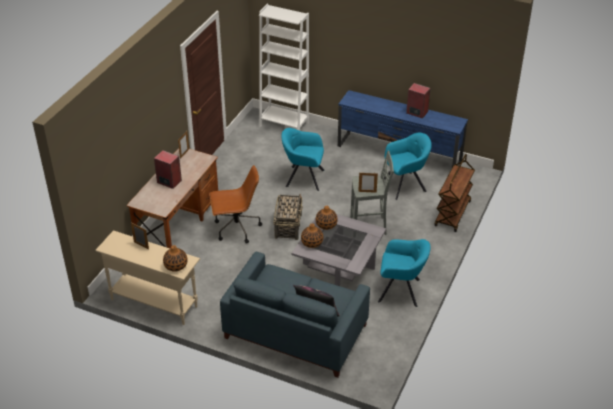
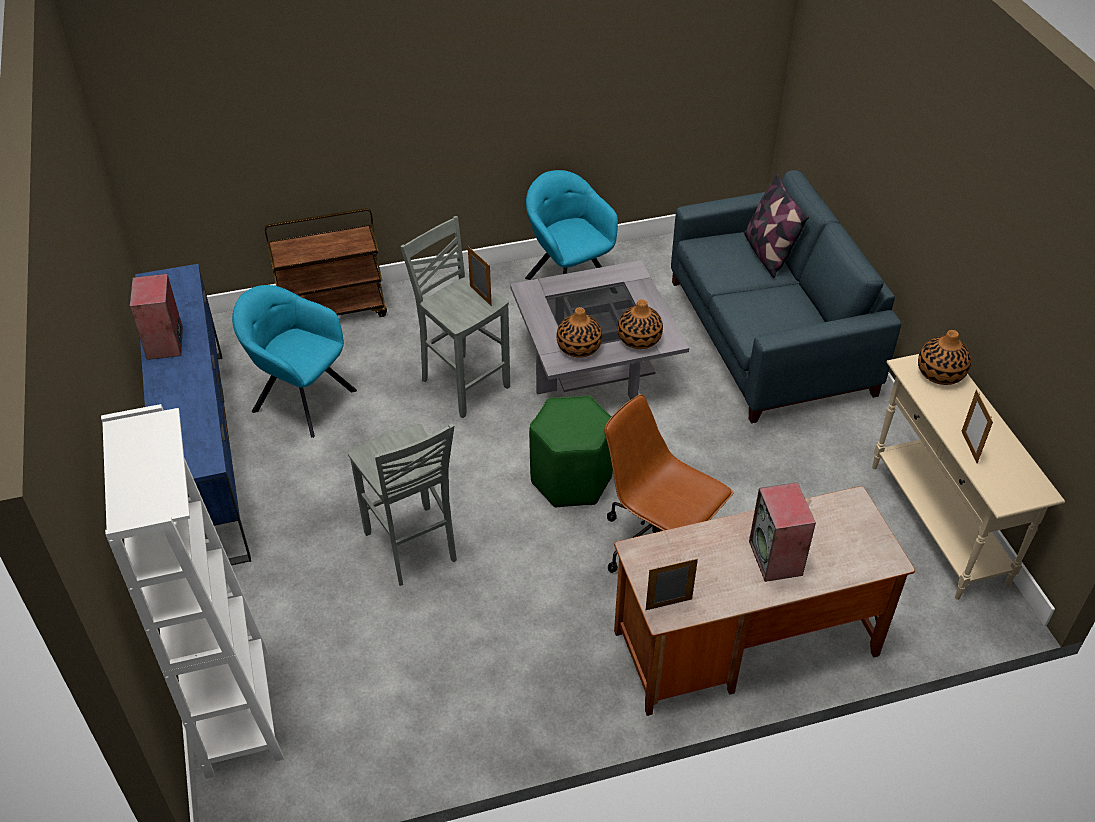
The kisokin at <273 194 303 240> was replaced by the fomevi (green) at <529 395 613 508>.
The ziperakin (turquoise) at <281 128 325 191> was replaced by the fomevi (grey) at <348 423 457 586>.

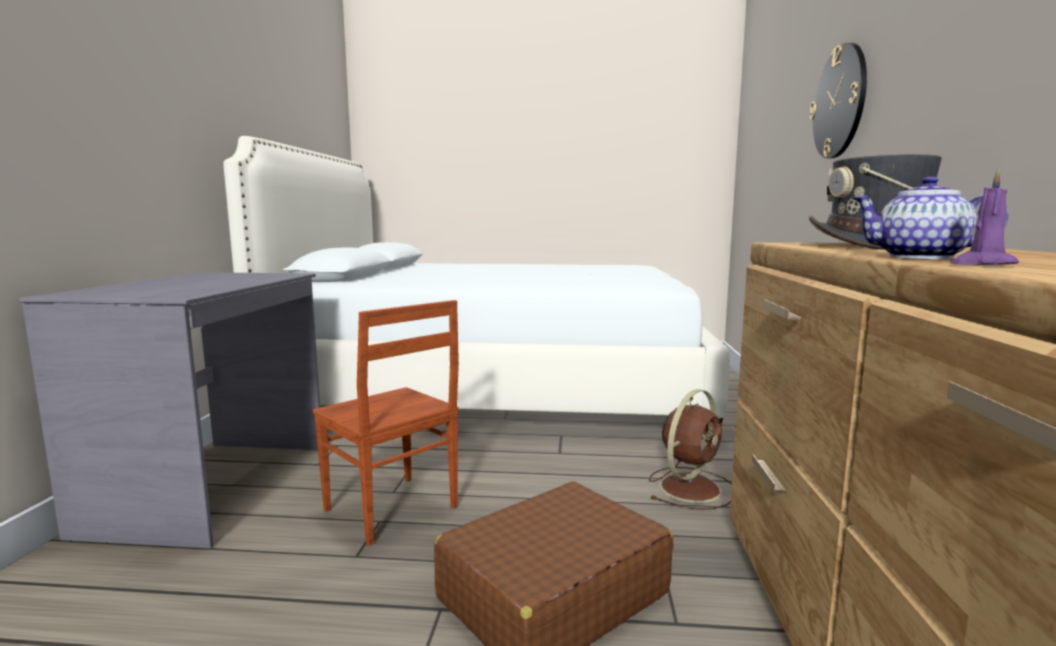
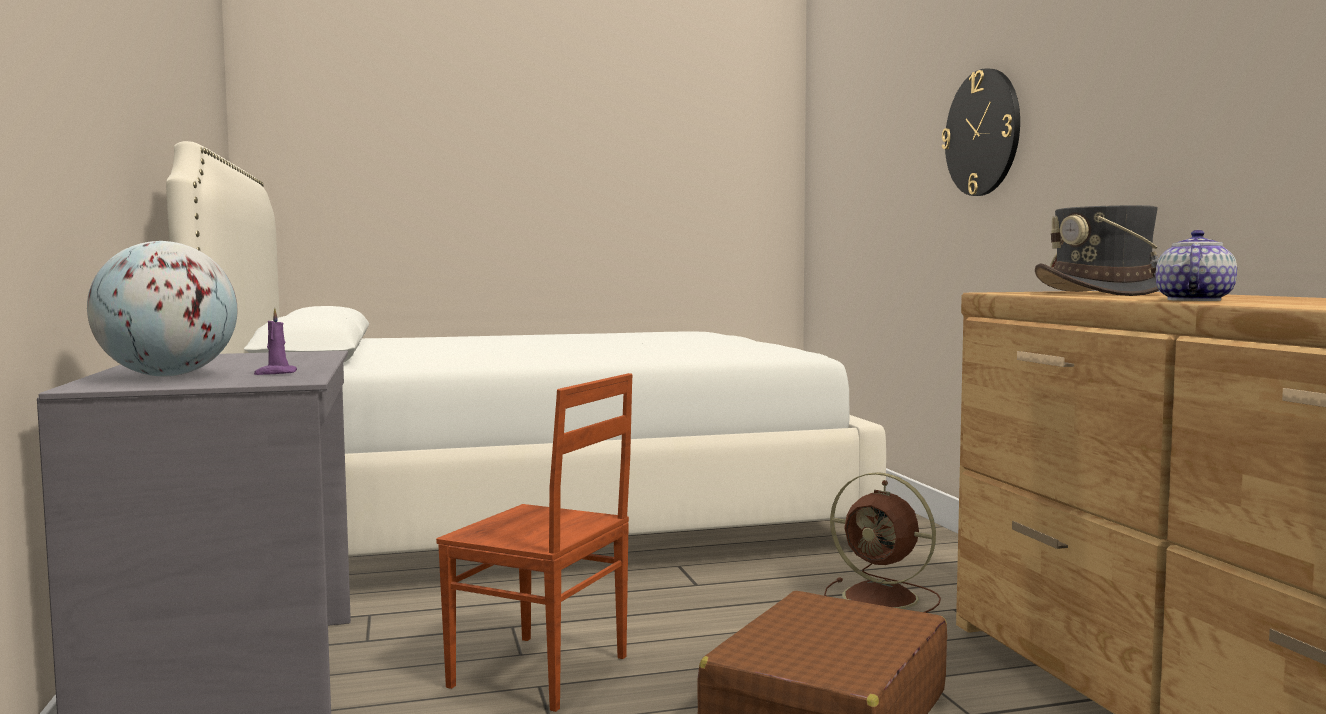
The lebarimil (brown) at <649 389 732 510> turned 105 degrees clockwise.
The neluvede at <851 176 1008 259> turned 120 degrees clockwise.
The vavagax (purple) moved from <950 169 1019 265> to <254 308 297 375>.
The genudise at <87 241 237 376> appeared.

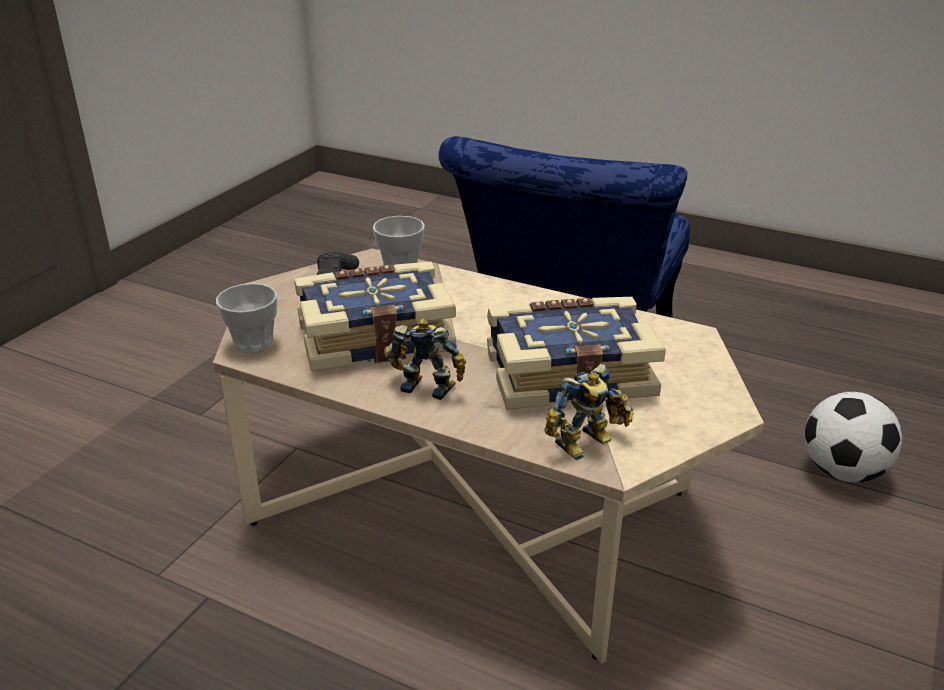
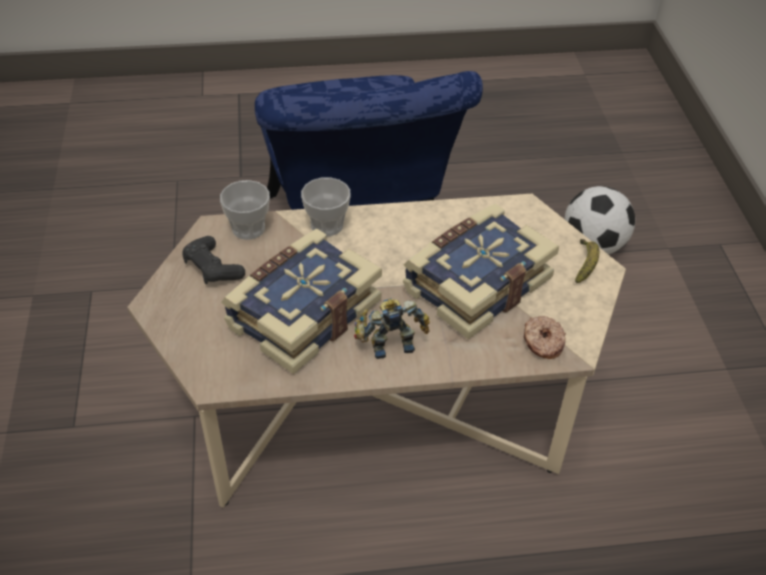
The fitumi moved from <216 283 277 353> to <301 177 351 236>.
The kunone at <544 364 634 460> was replaced by the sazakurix at <523 316 566 359>.
The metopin at <575 239 599 283> appeared.

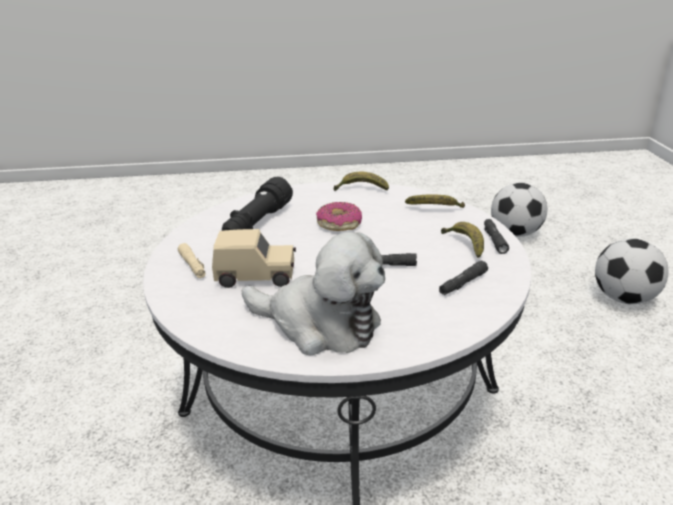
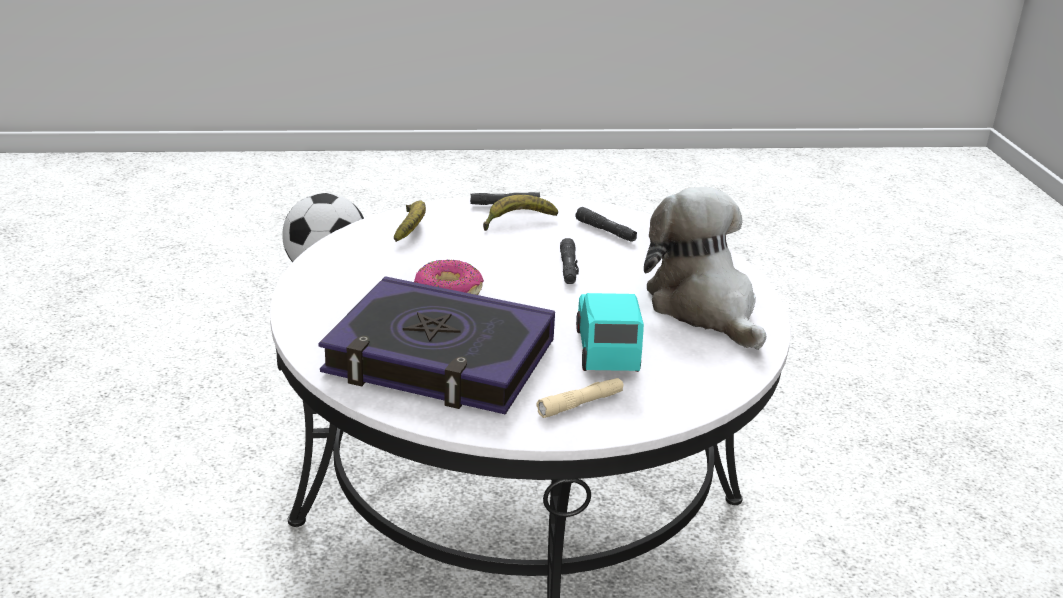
The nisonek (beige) at <212 229 296 288> became the nisonek (turquoise) at <576 293 644 372>.
The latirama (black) at <222 177 293 231> was replaced by the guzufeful at <318 276 555 414>.
The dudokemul at <242 232 385 356> turned 45 degrees counterclockwise.
The metopin at <334 172 389 191> disappeared.
The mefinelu at <491 183 547 237> disappeared.

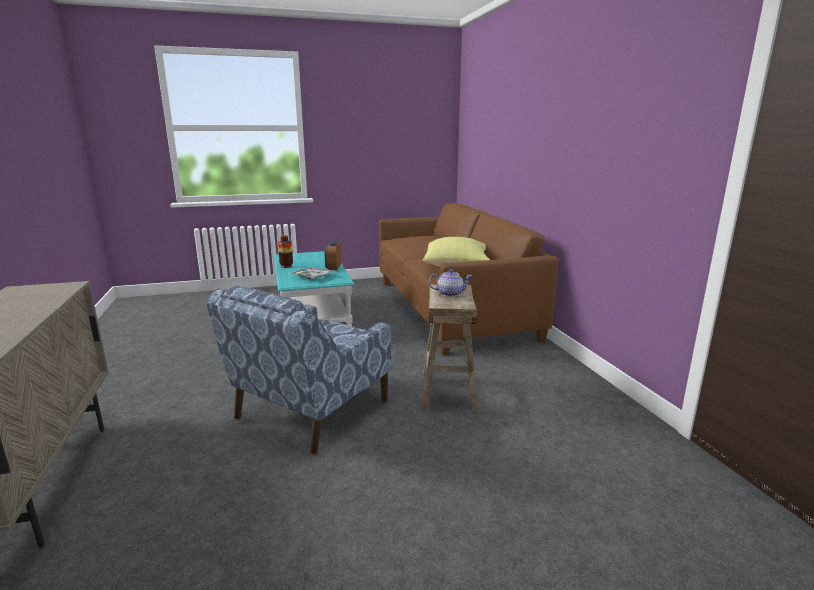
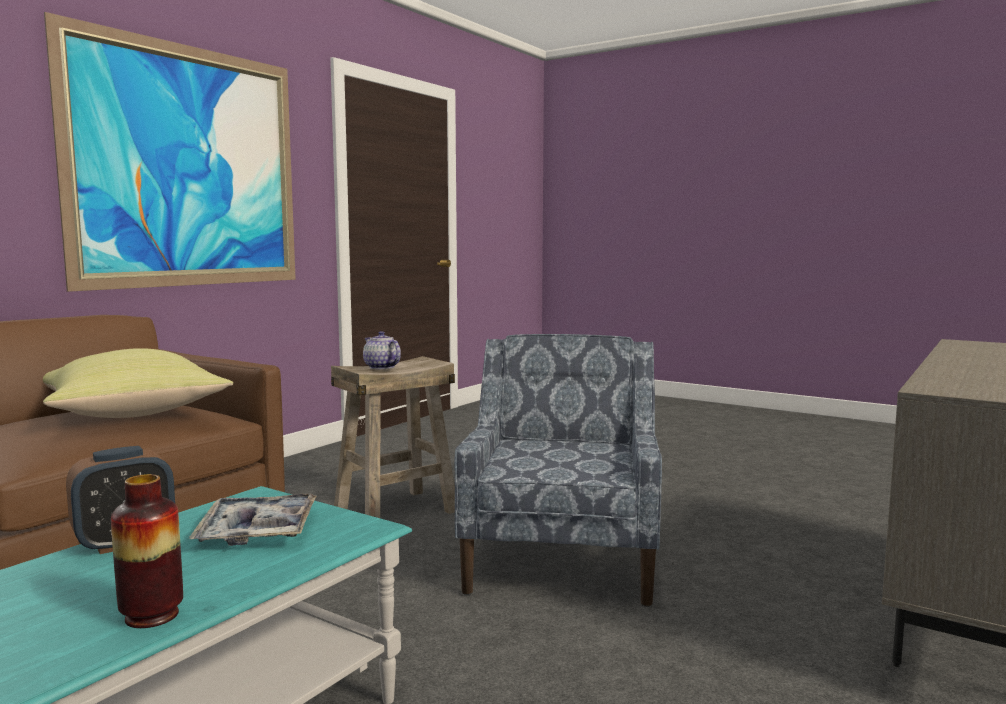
The ziperakin (blue) at <207 285 392 455> turned 75 degrees counterclockwise.
The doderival at <44 12 296 292> appeared.

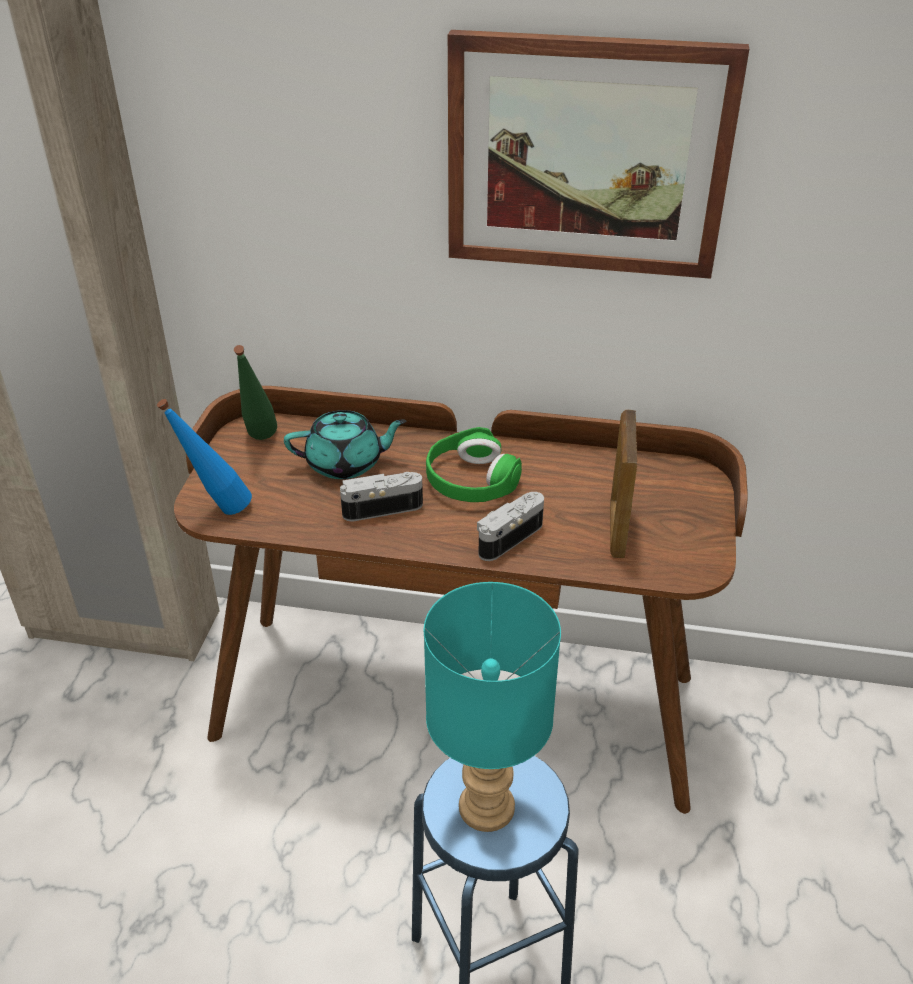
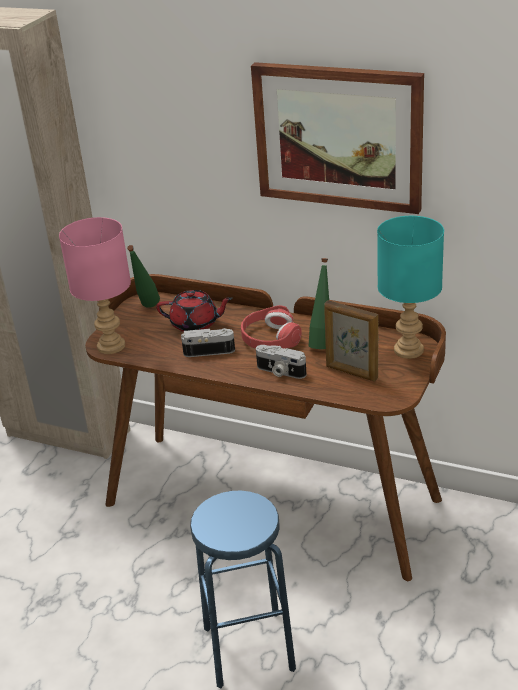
The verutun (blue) at <157 399 252 515> was replaced by the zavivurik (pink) at <59 217 131 354>.
The neluvede (turquoise) at <284 410 407 479> became the neluvede (red) at <156 290 233 332>.
The zavivurik (turquoise) moved from <424 582 561 832> to <377 216 444 359>.
The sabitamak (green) at <426 427 522 502> became the sabitamak (red) at <241 305 302 349>.
The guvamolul at <477 492 544 561> turned 120 degrees counterclockwise.
The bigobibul at <610 410 637 558> turned 75 degrees counterclockwise.
The verutun (green) at <309 258 329 349> appeared.

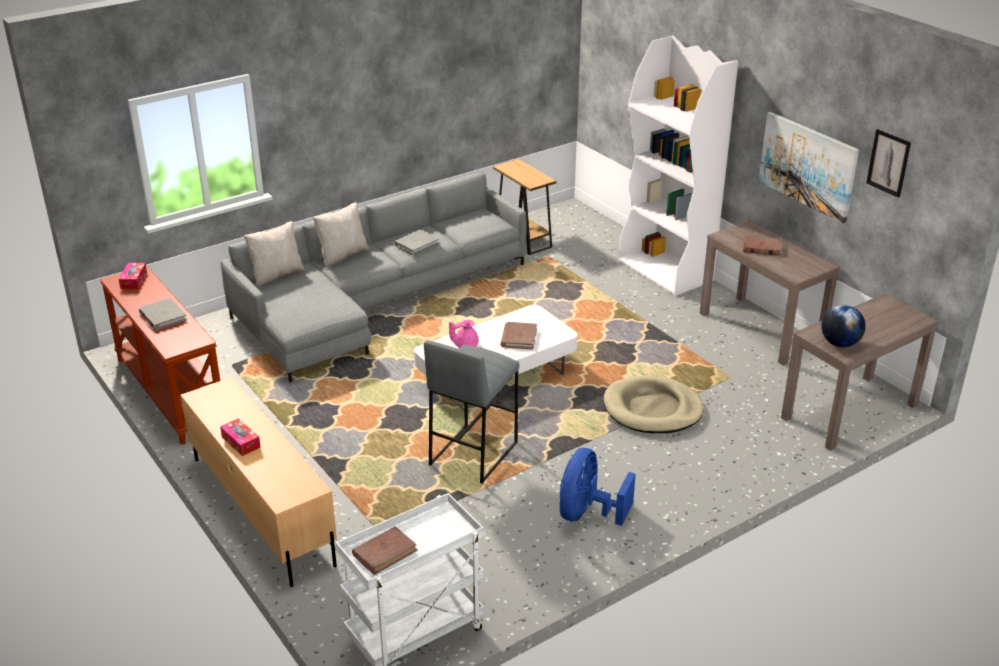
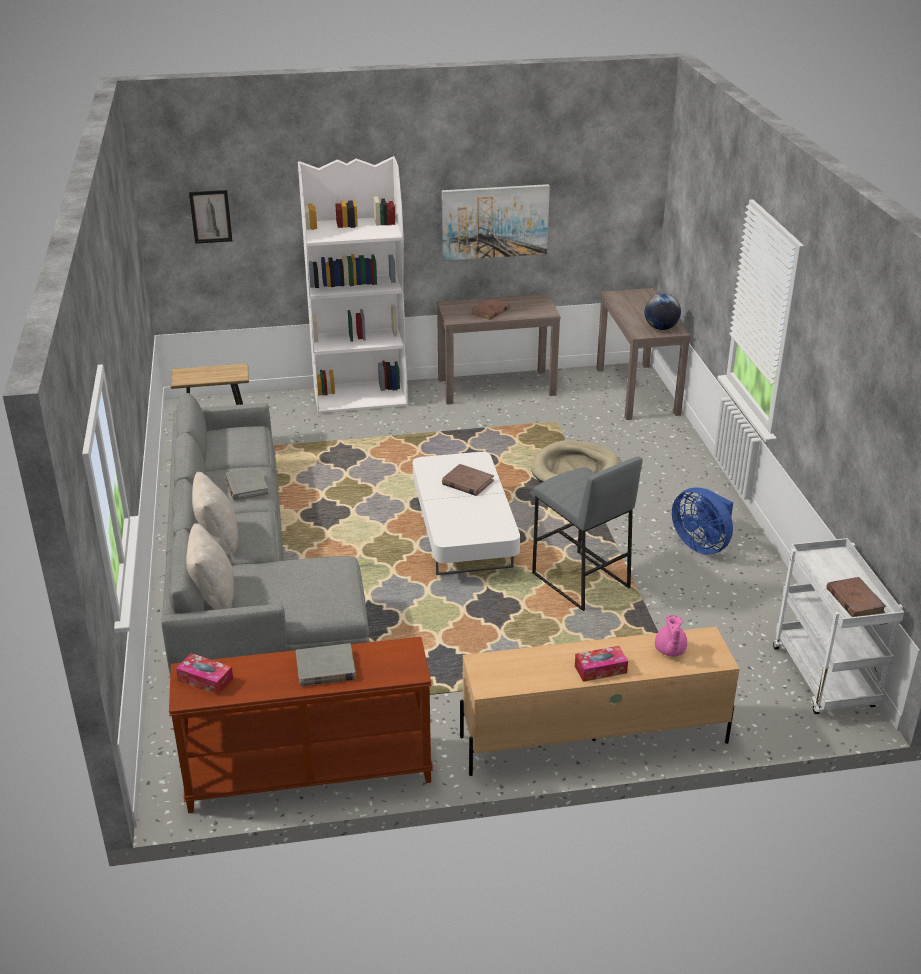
The neluvede (pink) moved from <449 320 479 348> to <655 615 687 656>.
The doderival moved from <866 129 911 198> to <189 190 232 244>.

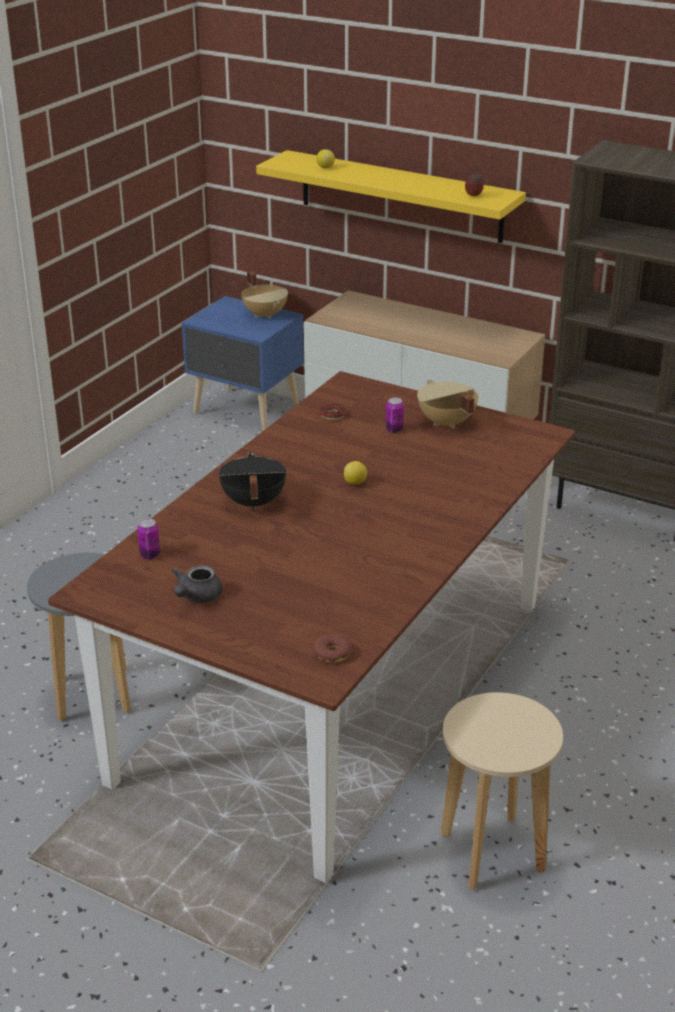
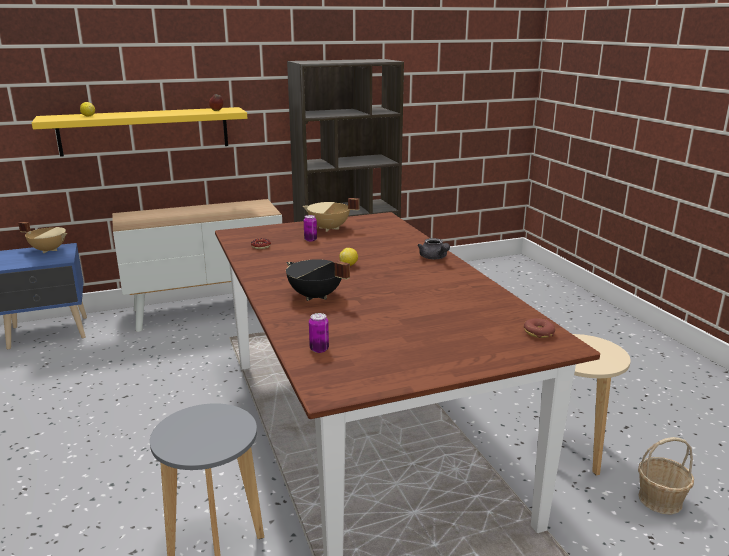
The neluvede (grey) moved from <172 565 223 603> to <417 238 450 259>.
The kisokin at <638 437 694 515> appeared.

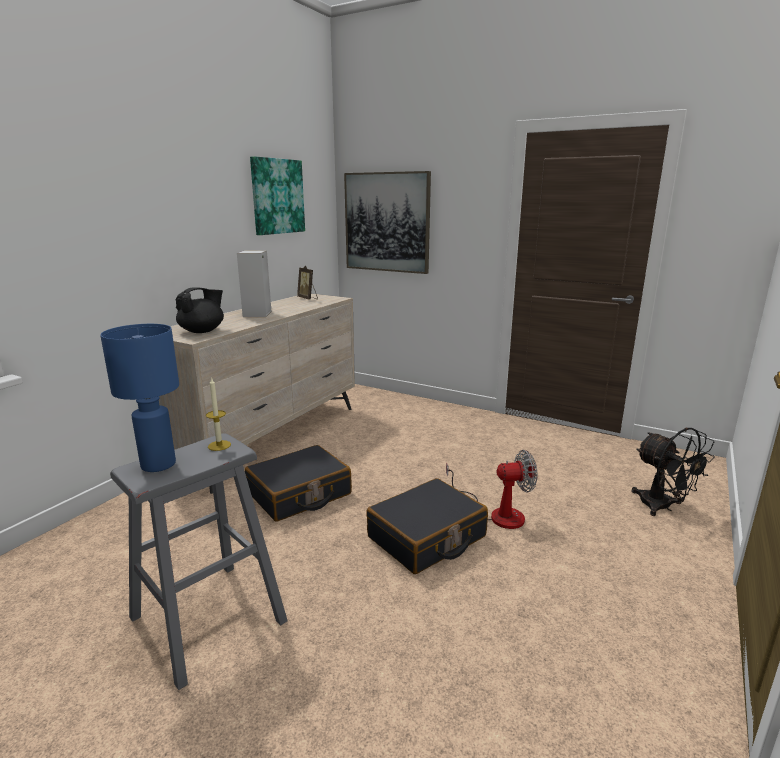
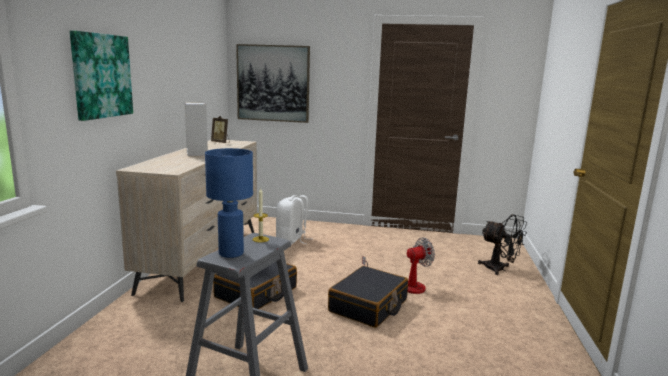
The neluvede (black) at <176 287 224 333> disappeared.
The doderival moved from <250 156 305 235> to <70 30 133 121>.
The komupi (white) at <276 195 308 245> appeared.

